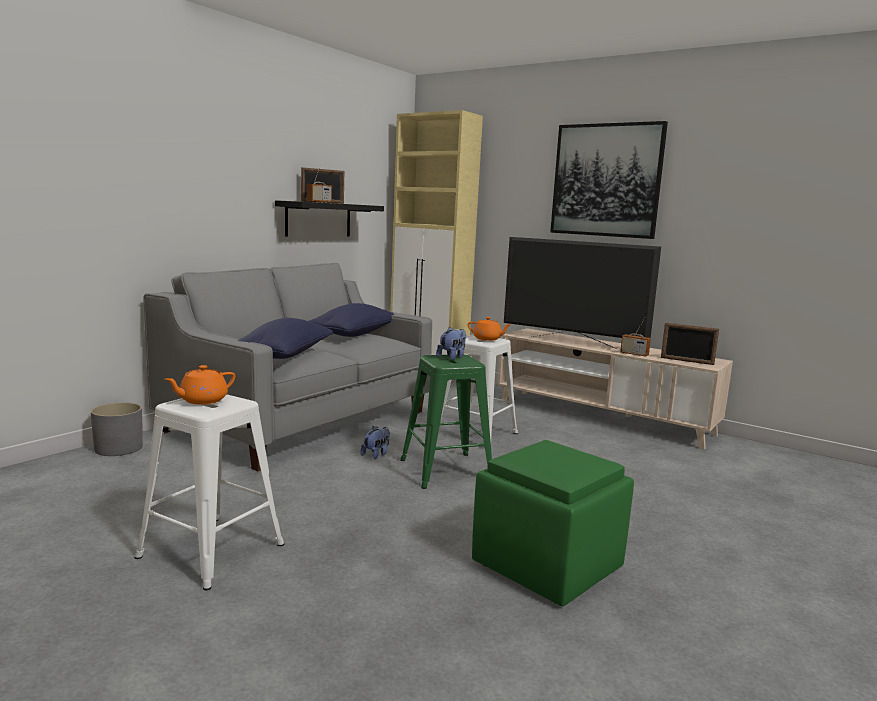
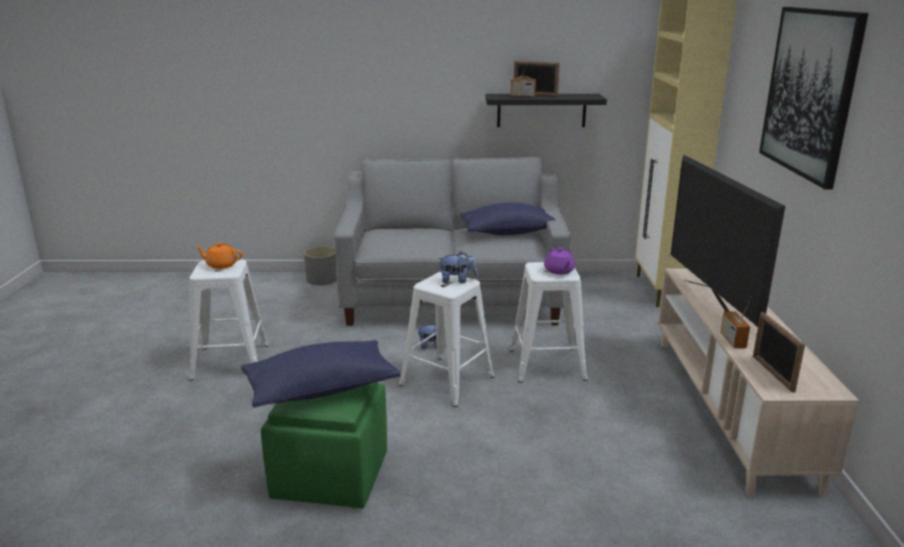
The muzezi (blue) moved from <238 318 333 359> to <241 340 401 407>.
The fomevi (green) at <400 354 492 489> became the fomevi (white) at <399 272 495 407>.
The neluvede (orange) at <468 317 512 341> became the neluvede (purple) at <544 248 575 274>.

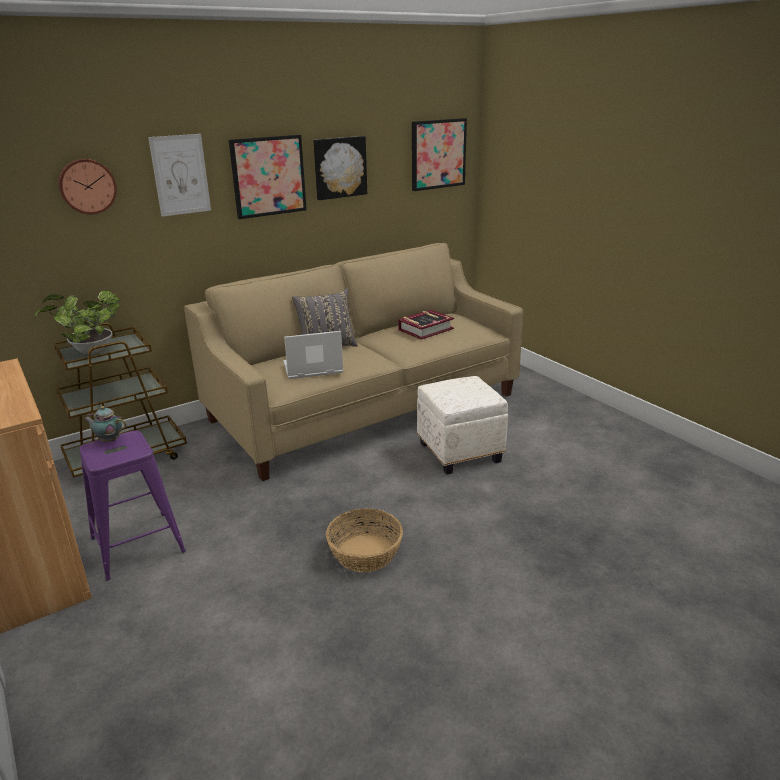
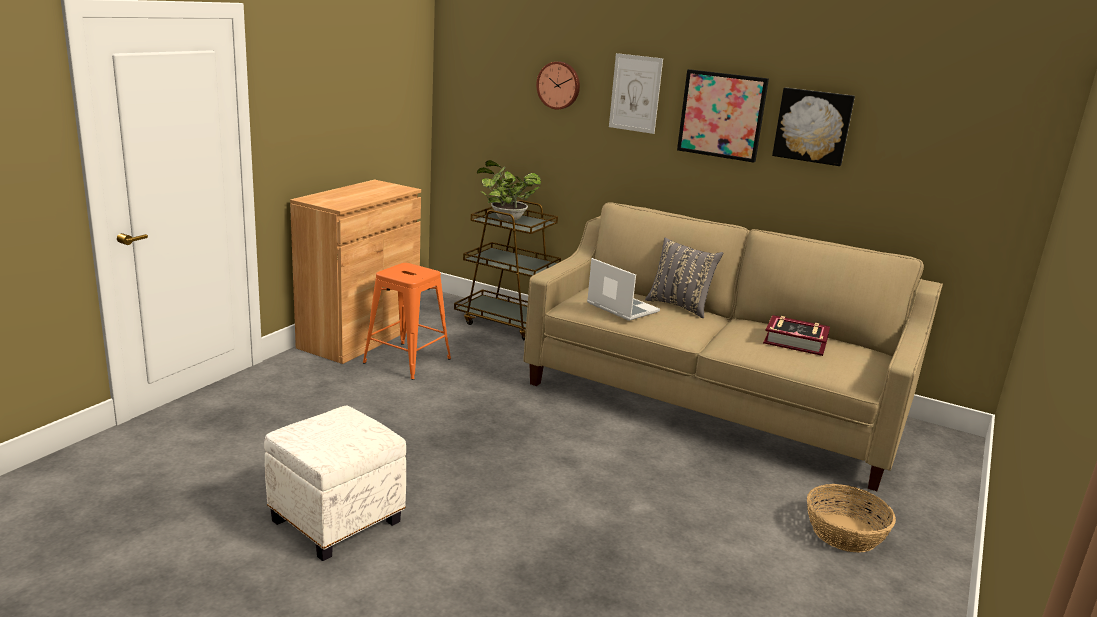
The fomevi (purple) at <79 430 186 580> became the fomevi (orange) at <363 263 451 380>.
The neluvede at <84 406 127 442> disappeared.
The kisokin moved from <326 508 403 572> to <807 484 896 553>.
The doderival at <412 118 467 191> disappeared.
The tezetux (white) moved from <417 376 508 474> to <264 406 406 561>.

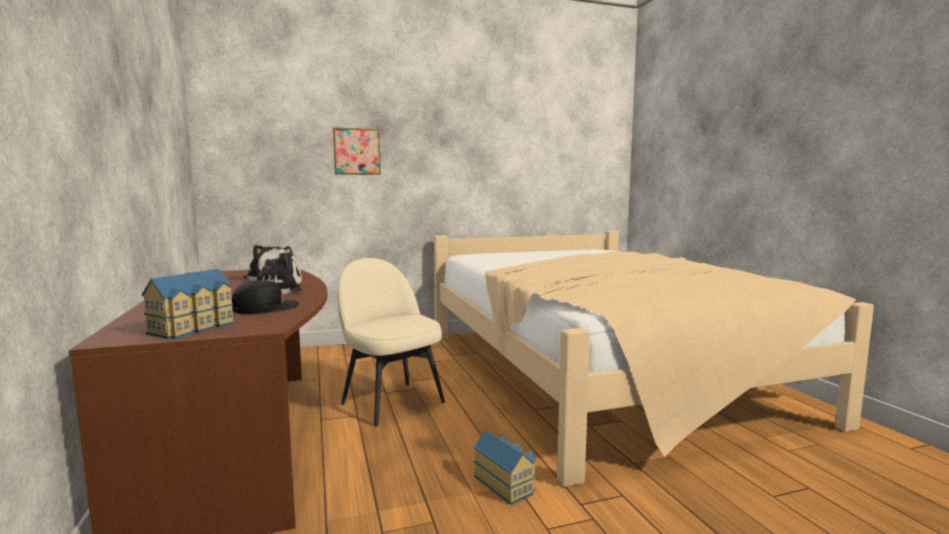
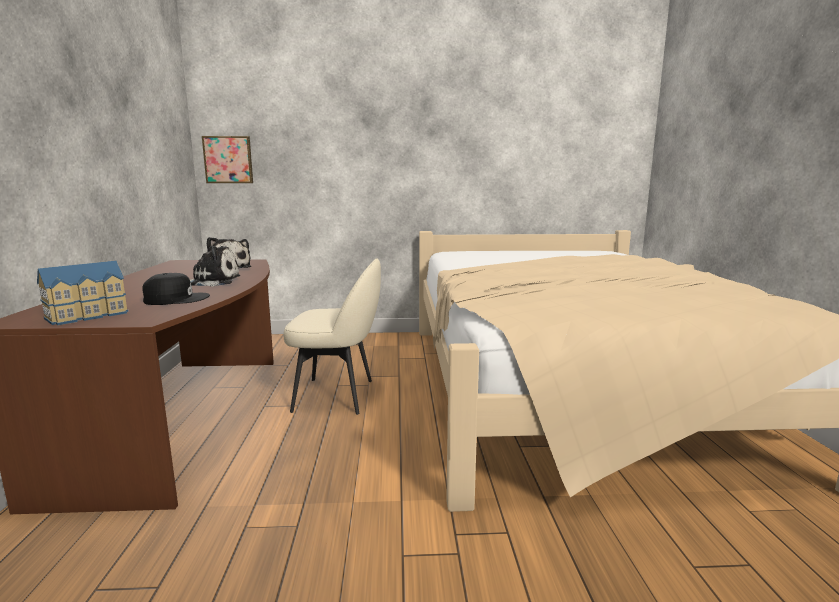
The doderival moved from <333 127 381 175> to <202 136 253 183>.
The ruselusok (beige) at <337 258 445 427> turned 120 degrees clockwise.
The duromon at <474 430 536 505> disappeared.

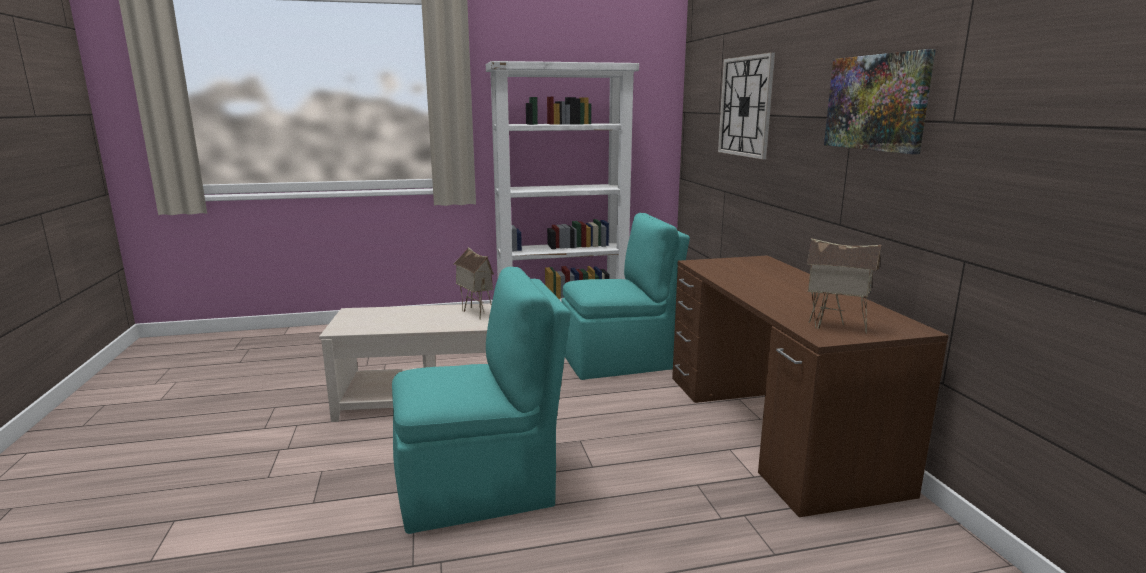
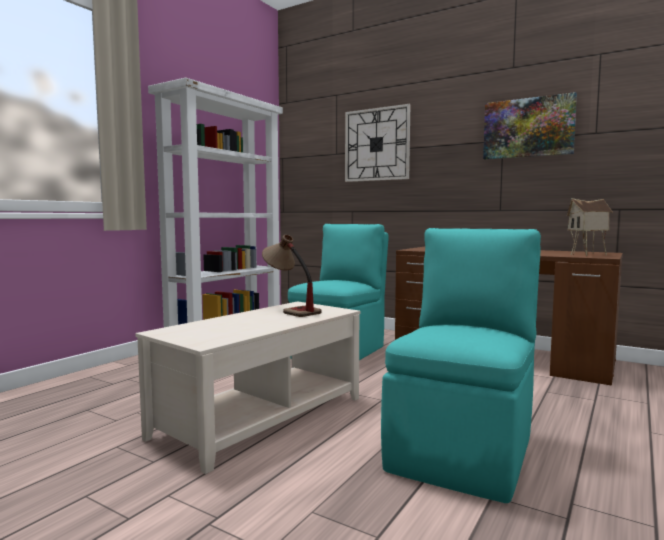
The duromon at <454 247 494 320> was replaced by the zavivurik at <262 235 322 317>.

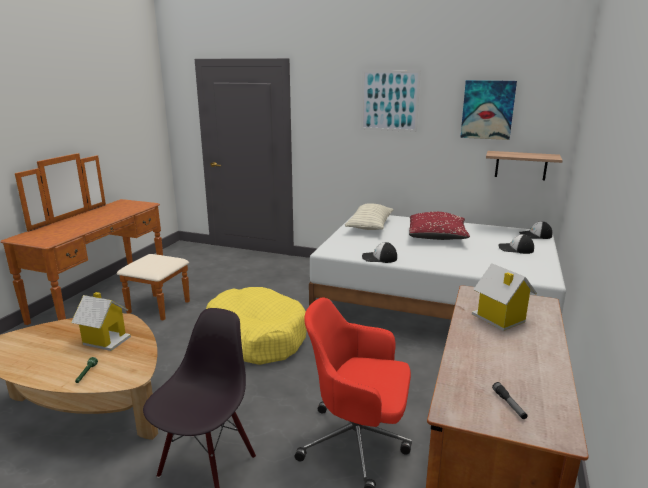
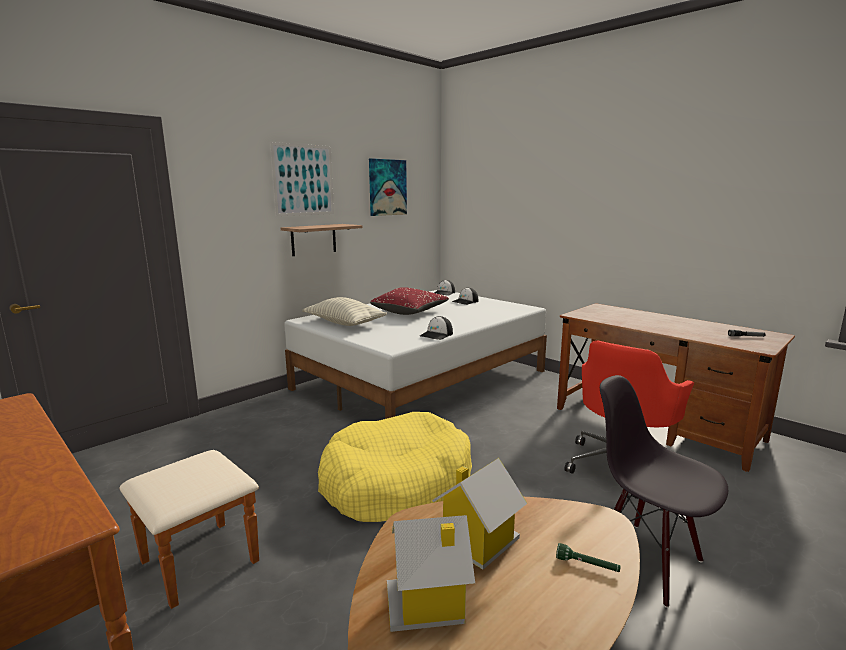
The duromon moved from <472 263 537 331> to <387 515 475 632>.
The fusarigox moved from <486 151 563 180> to <281 224 362 256>.

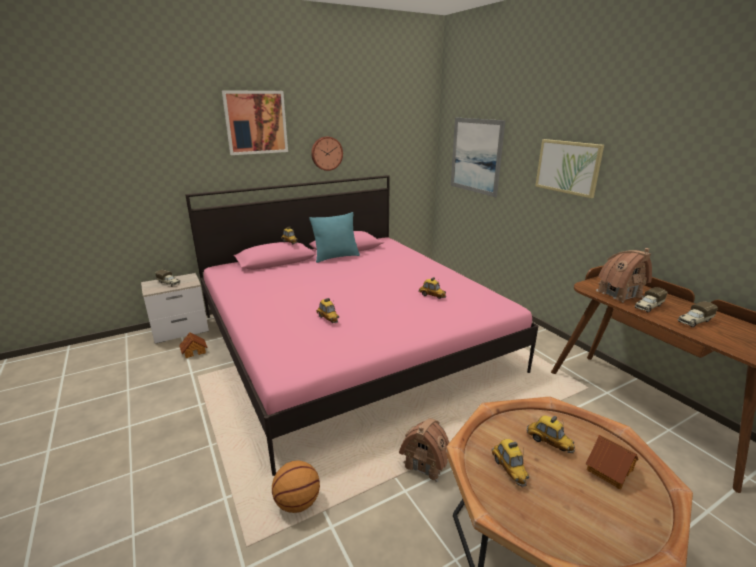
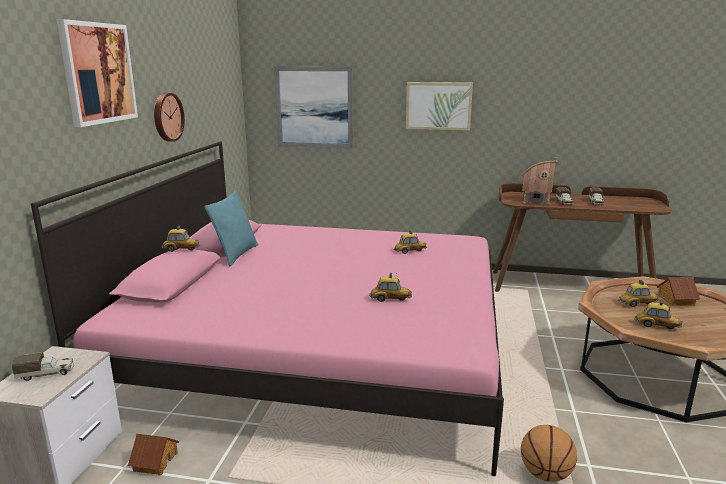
The duromon at <399 418 449 482> disappeared.

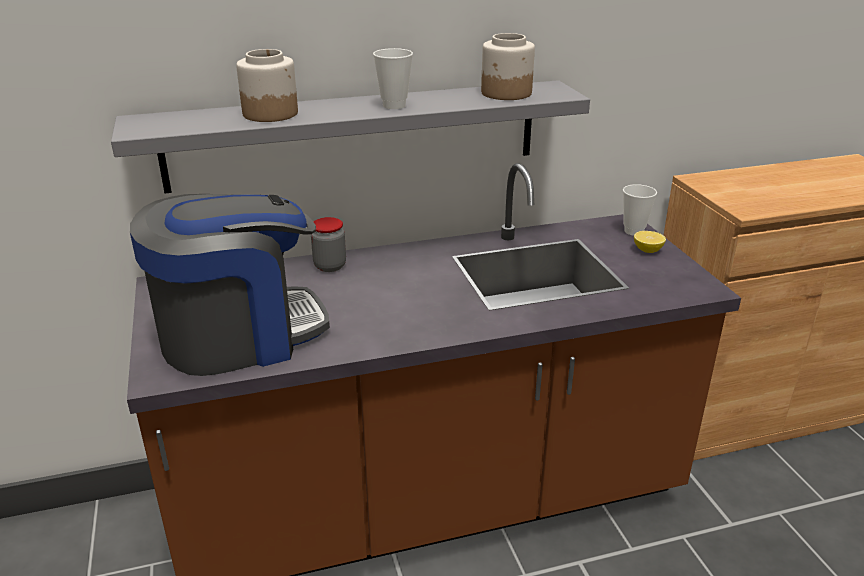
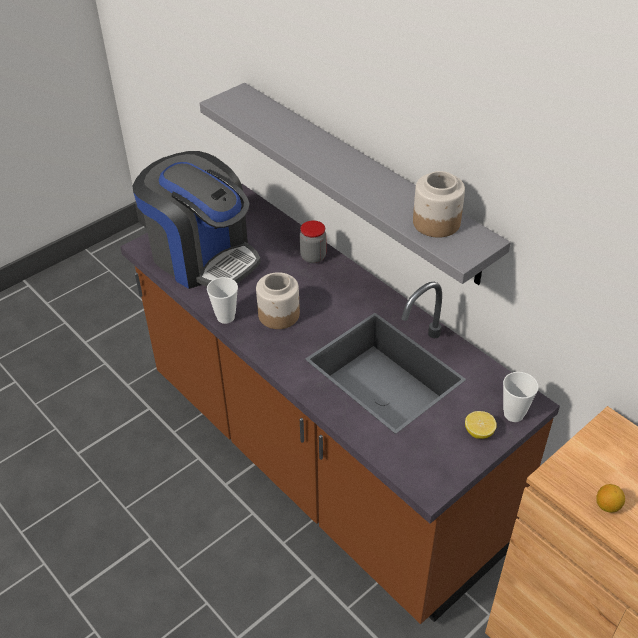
The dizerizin moved from <236 49 298 122> to <256 272 300 329>.
The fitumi moved from <373 48 413 109> to <207 277 238 324>.
The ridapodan at <596 484 625 513> appeared.

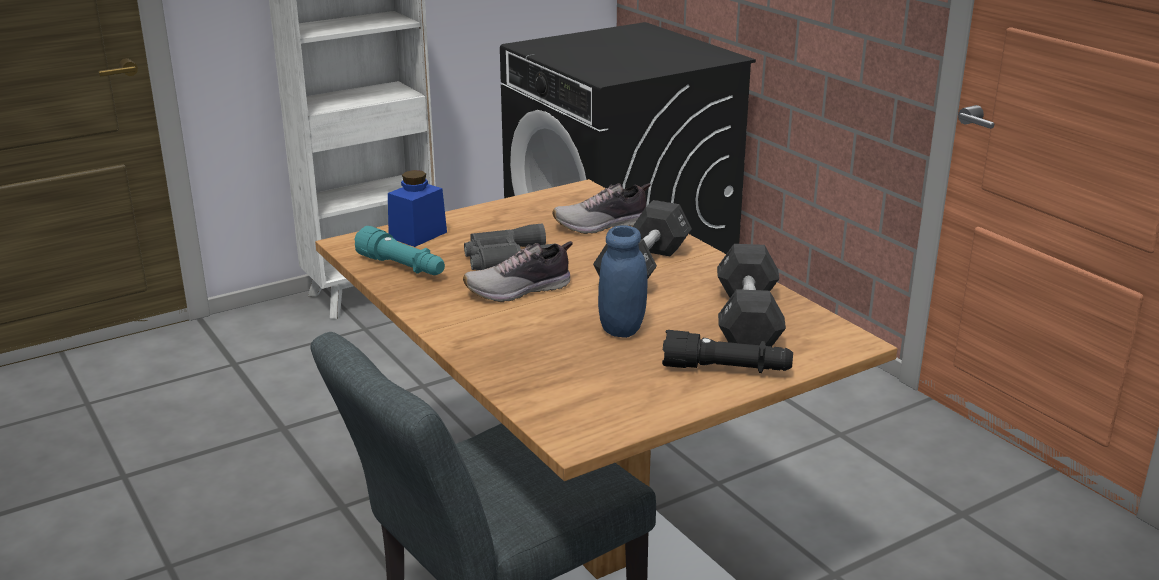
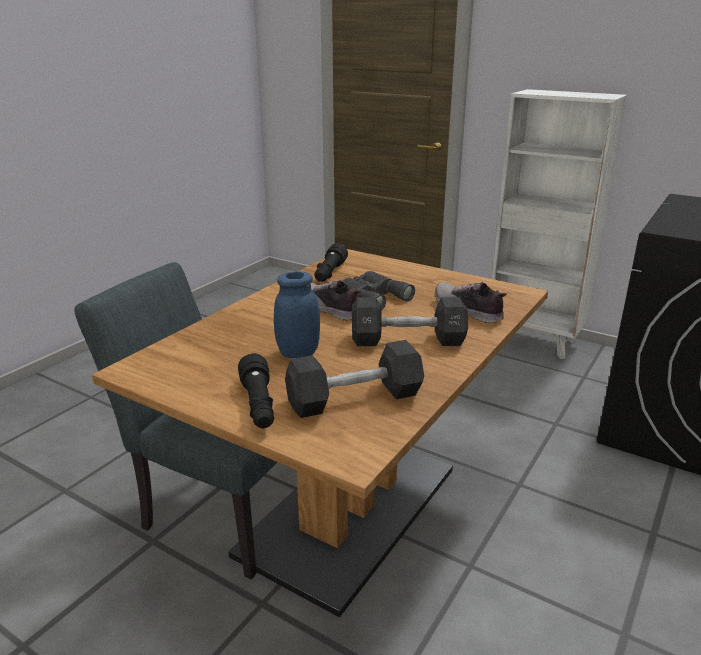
The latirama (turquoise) at <354 226 445 275> became the latirama (black) at <314 243 348 282>.
The dizerizin (blue) at <388 170 447 247> disappeared.

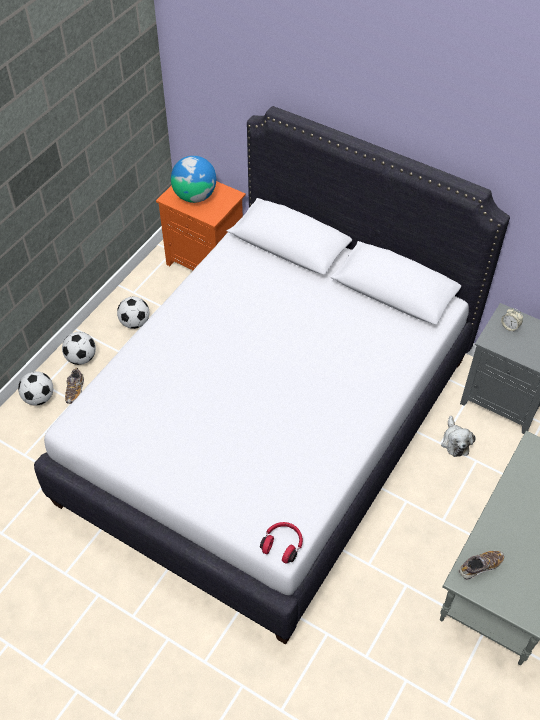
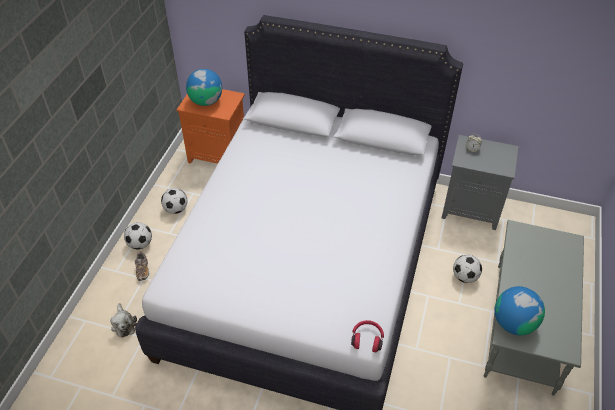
The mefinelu moved from <18 371 53 406> to <453 255 482 283>.
The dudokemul moved from <441 416 476 457> to <110 303 137 338>.
The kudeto at <458 551 504 580> was replaced by the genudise at <494 286 545 335>.

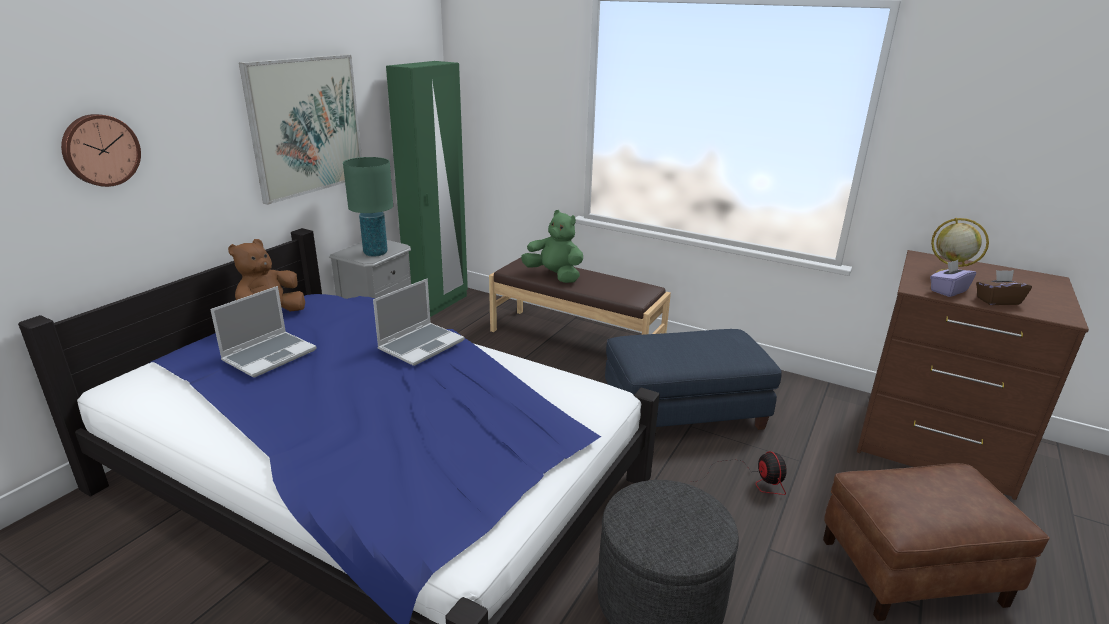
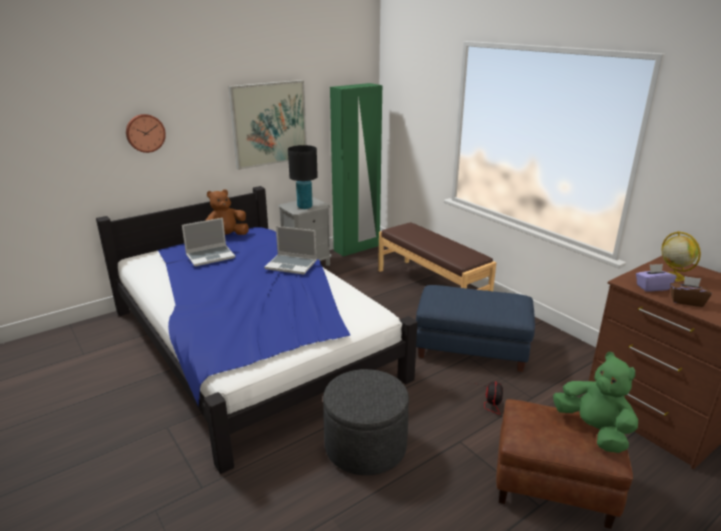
The zavivurik (green) at <343 157 393 256> became the zavivurik (black) at <288 145 318 209>.
The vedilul at <373 279 465 366> turned 45 degrees clockwise.
The dudokemul (green) moved from <521 210 583 283> to <553 352 638 453>.

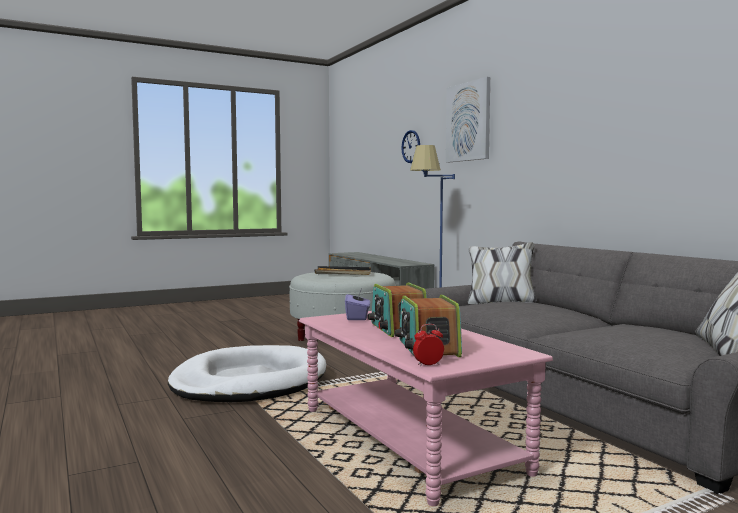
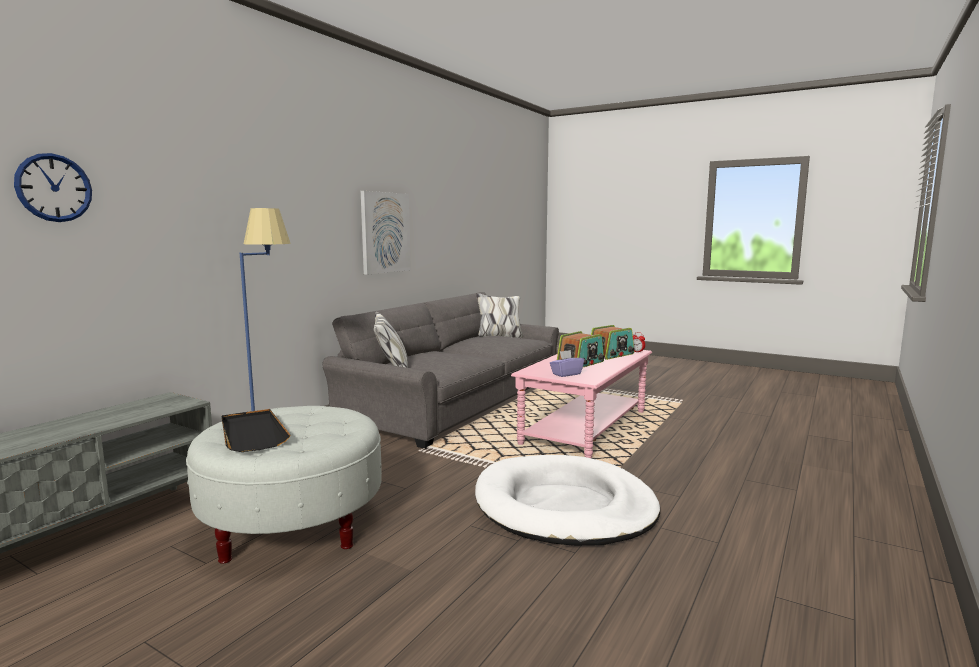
The doderival moved from <446 77 490 162> to <361 191 411 275>.

